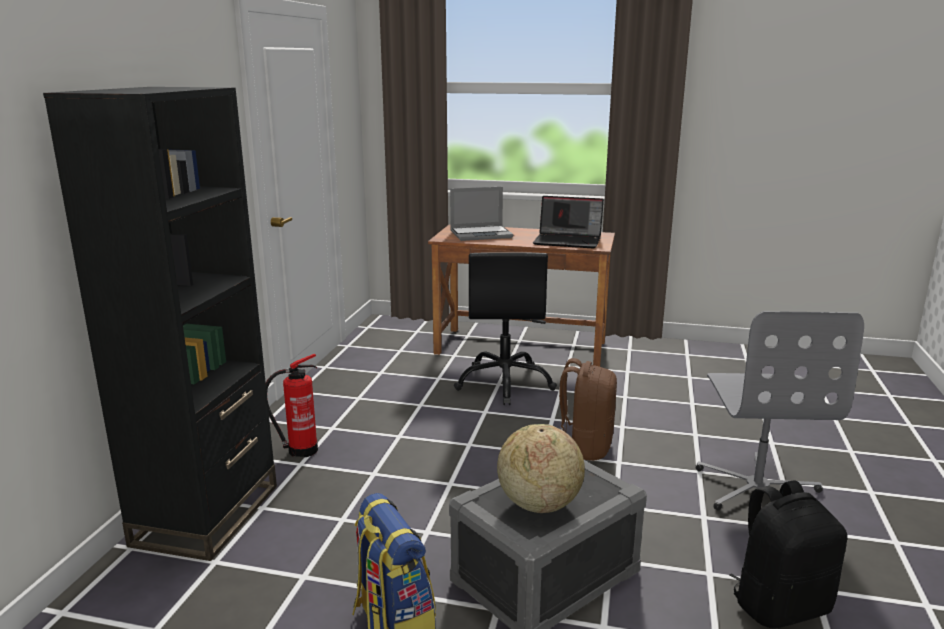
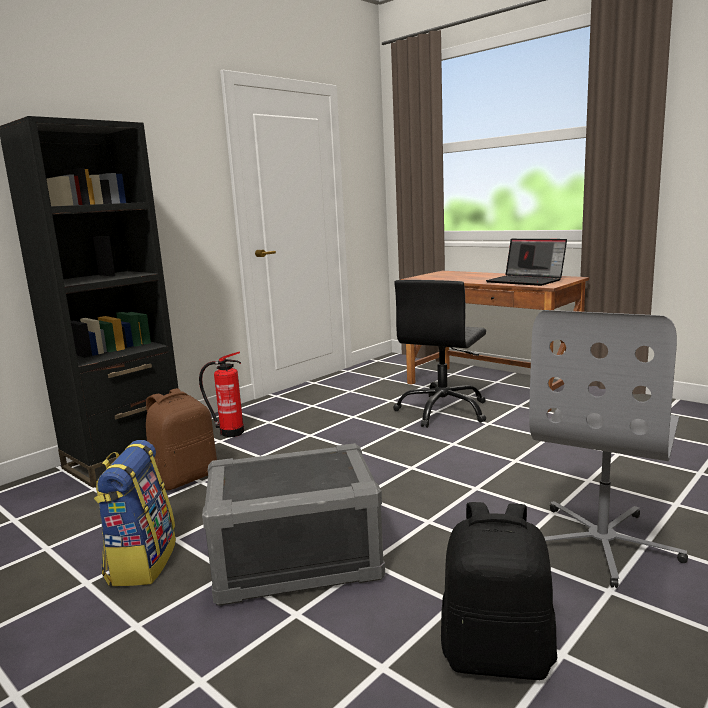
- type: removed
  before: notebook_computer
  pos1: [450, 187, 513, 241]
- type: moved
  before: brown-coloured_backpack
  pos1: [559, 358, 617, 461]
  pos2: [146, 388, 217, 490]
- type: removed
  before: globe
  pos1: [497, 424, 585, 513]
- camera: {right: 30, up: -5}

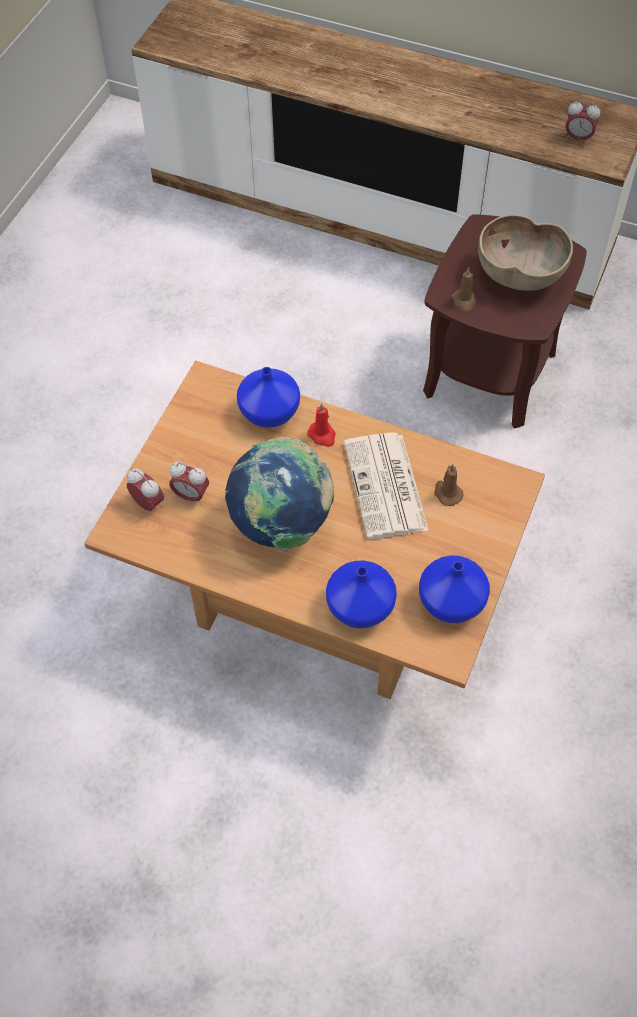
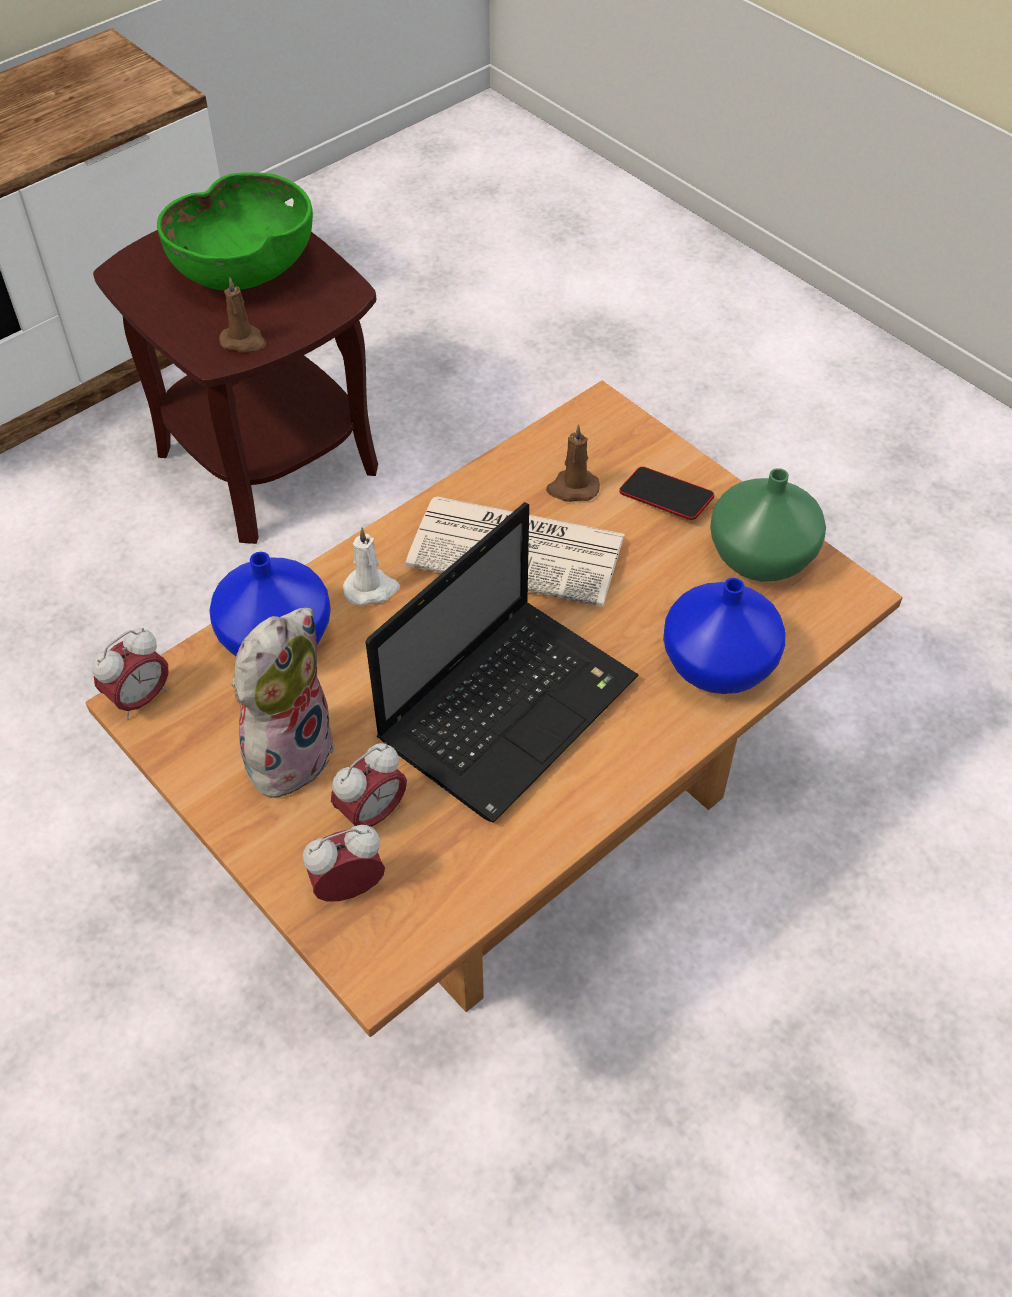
- type: moved
  before: alarm_clock
  pos1: [566, 100, 600, 144]
  pos2: [92, 628, 169, 720]
- type: recoloured
  before: brown-coloured_serving_bowl
  after: greenish_serving_bowl
  pos1: [478, 214, 573, 291]
  pos2: [157, 172, 313, 290]
- type: recoloured
  before: red-coloured_candle
  after: whitish_candle
  pos1: [307, 403, 336, 447]
  pos2: [343, 527, 400, 606]
- type: replaced
  before: globe
  after: notebook_computer
  pos1: [225, 437, 334, 552]
  pos2: [365, 502, 638, 823]
- type: recoloured
  before: blue_flower_vase
  after: greenish_flower_vase
  pos1: [419, 555, 490, 623]
  pos2: [710, 468, 826, 582]
- type: added
  after: handset
  pos2: [619, 467, 714, 520]
- type: added
  after: cuddly_toy
  pos2: [232, 608, 336, 807]
- camera: {right: -65, up: -5}

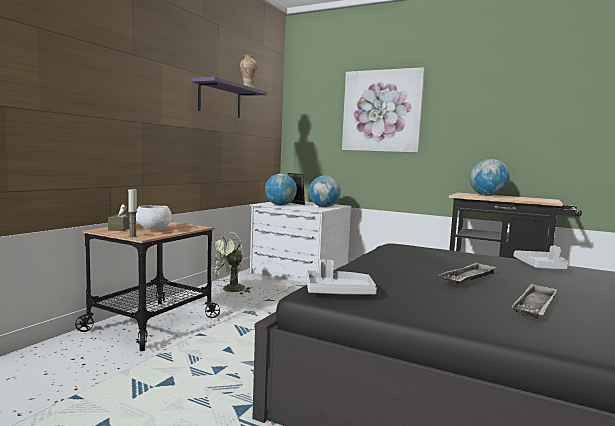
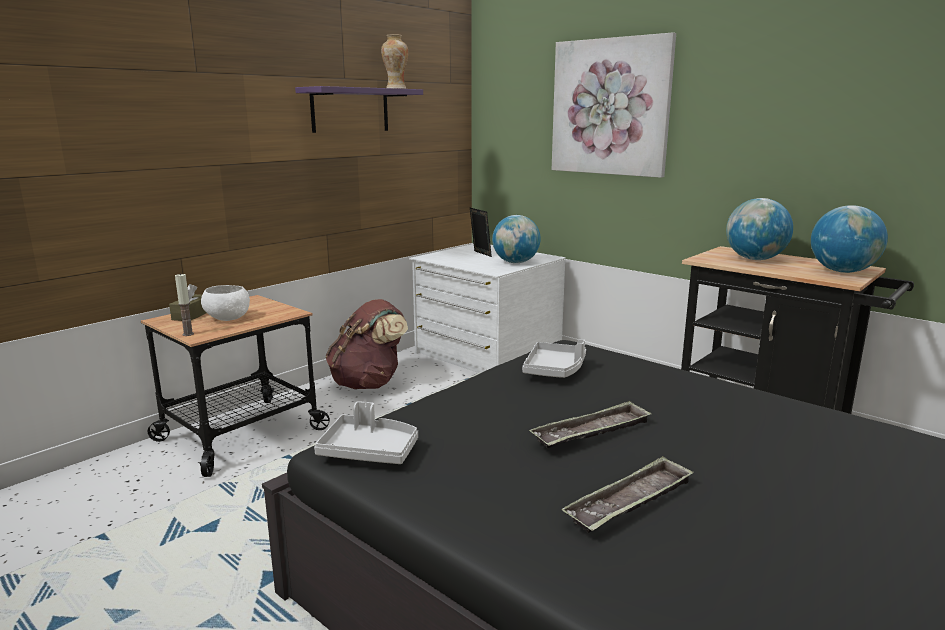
- type: moved
  before: globe
  pos1: [265, 174, 297, 205]
  pos2: [811, 205, 888, 273]
- type: replaced
  before: greenish_fan
  after: brown-coloured_backpack
  pos1: [211, 232, 252, 294]
  pos2: [326, 299, 408, 389]
- type: moved
  before: gray_tray
  pos1: [514, 246, 568, 270]
  pos2: [522, 339, 586, 378]
- camera: {right: 15, up: 10}

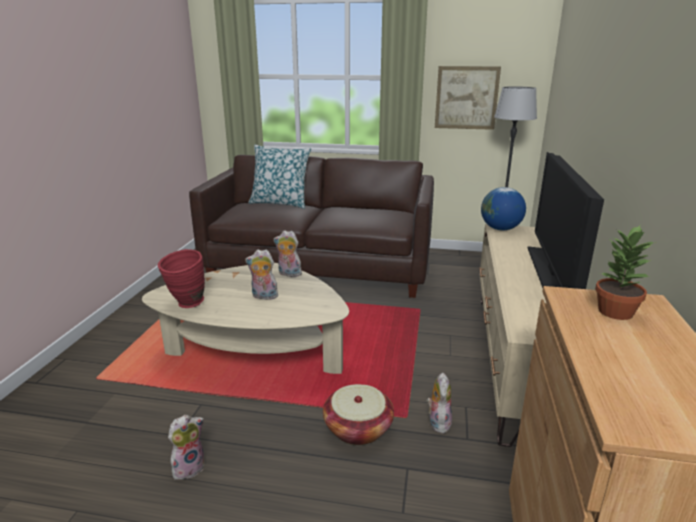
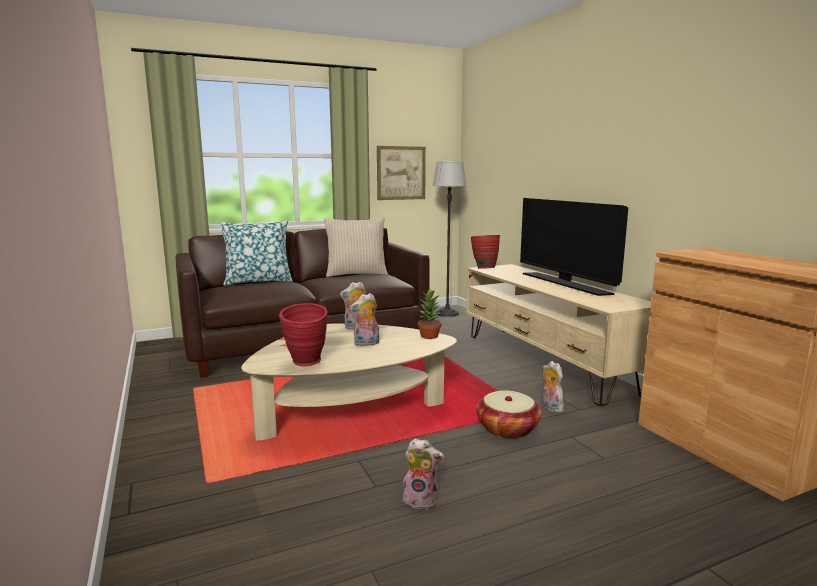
- type: replaced
  before: globe
  after: red-coloured_flower_vase
  pos1: [481, 187, 526, 231]
  pos2: [471, 235, 500, 269]
- type: moved
  before: potted_plant
  pos1: [595, 225, 656, 320]
  pos2: [418, 289, 441, 339]
- type: turned
  before: cuddly_toy
  pos1: [168, 415, 205, 480]
  pos2: [403, 438, 444, 510]
  turn: 90
- type: added
  after: sand-coloured_pillow
  pos2: [324, 217, 388, 277]
- camera: {right: -35, up: -10}

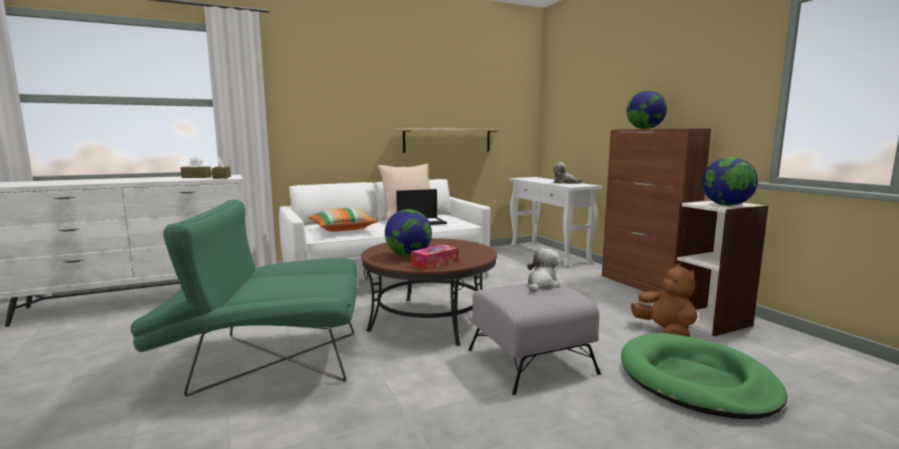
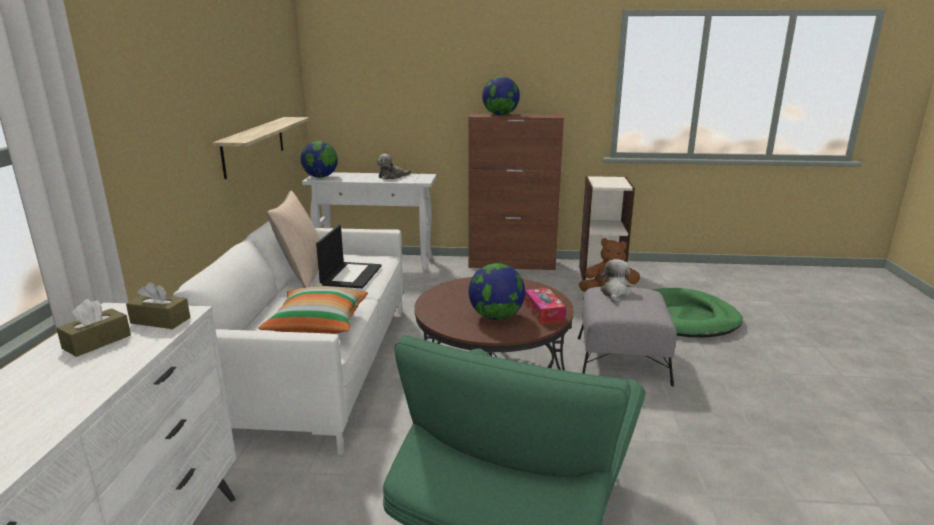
- type: moved
  before: globe
  pos1: [702, 157, 758, 206]
  pos2: [301, 141, 338, 178]
- type: turned
  before: cuddly_toy
  pos1: [527, 248, 560, 292]
  pos2: [599, 259, 631, 303]
  turn: 45
- camera: {right: -60, up: 10}

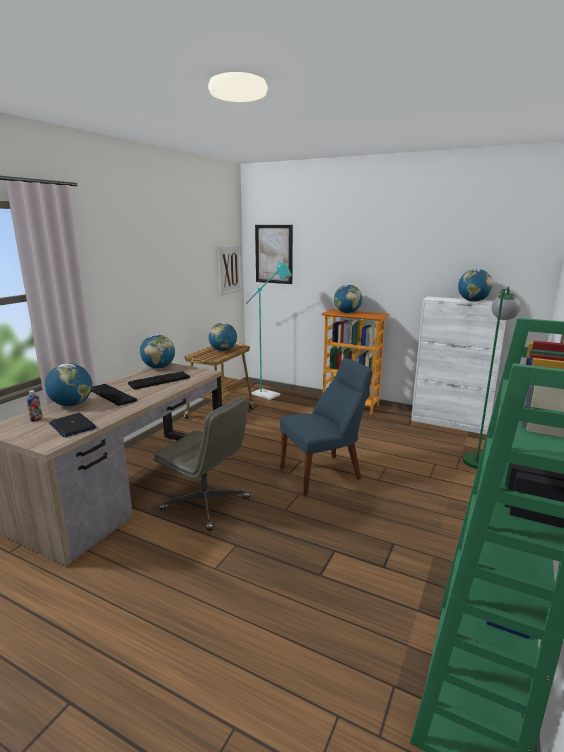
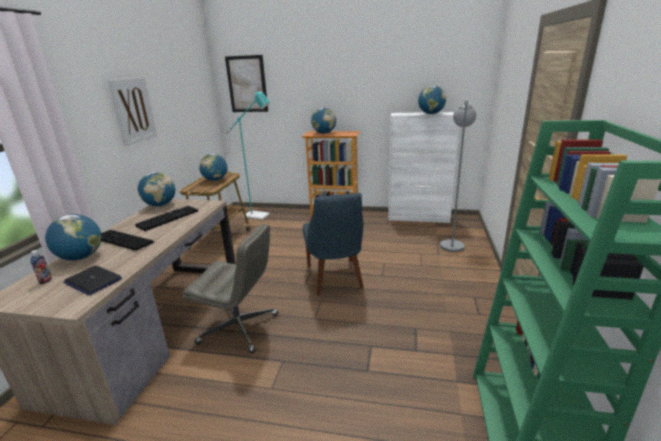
- type: moved
  before: picture
  pos1: [218, 245, 242, 296]
  pos2: [107, 77, 157, 146]
- type: recoloured
  before: greenish_standard_lamp
  after: gray_standard_lamp
  pos1: [463, 287, 521, 469]
  pos2: [440, 98, 476, 252]
- type: turned
  before: blue_upright_chair
  pos1: [280, 358, 373, 495]
  pos2: [303, 193, 364, 295]
  turn: 120
- camera: {right: -15, up: 5}

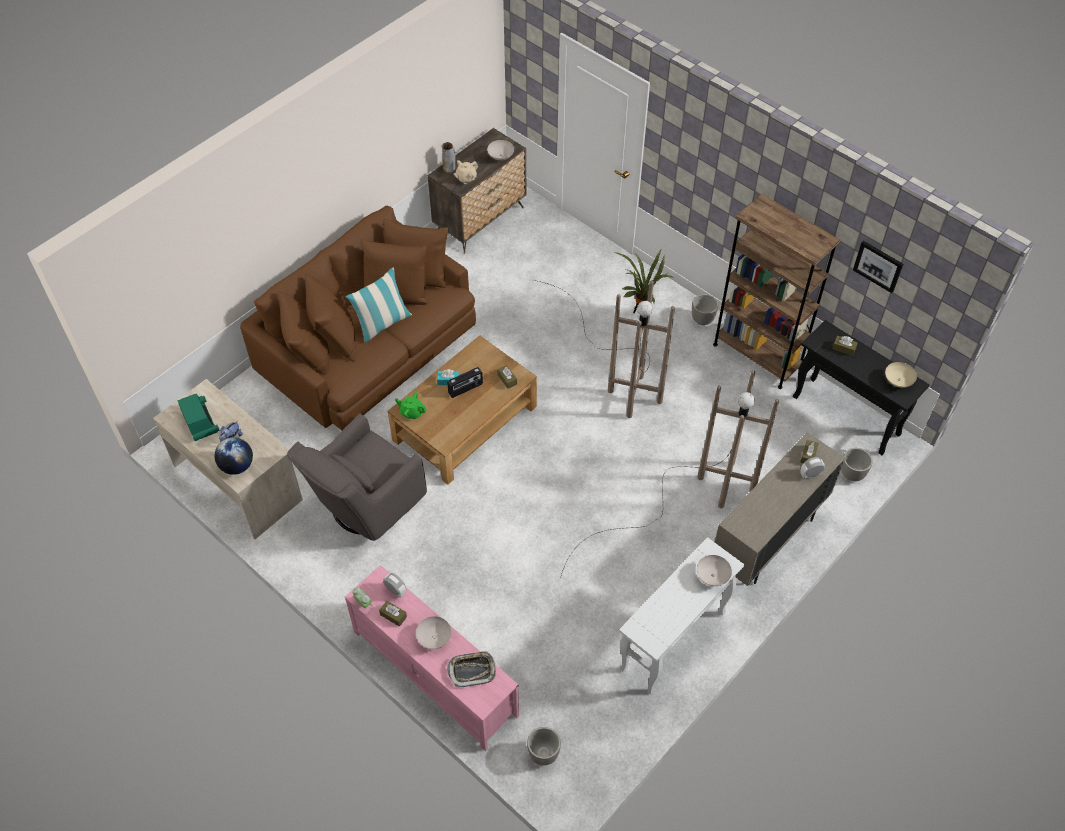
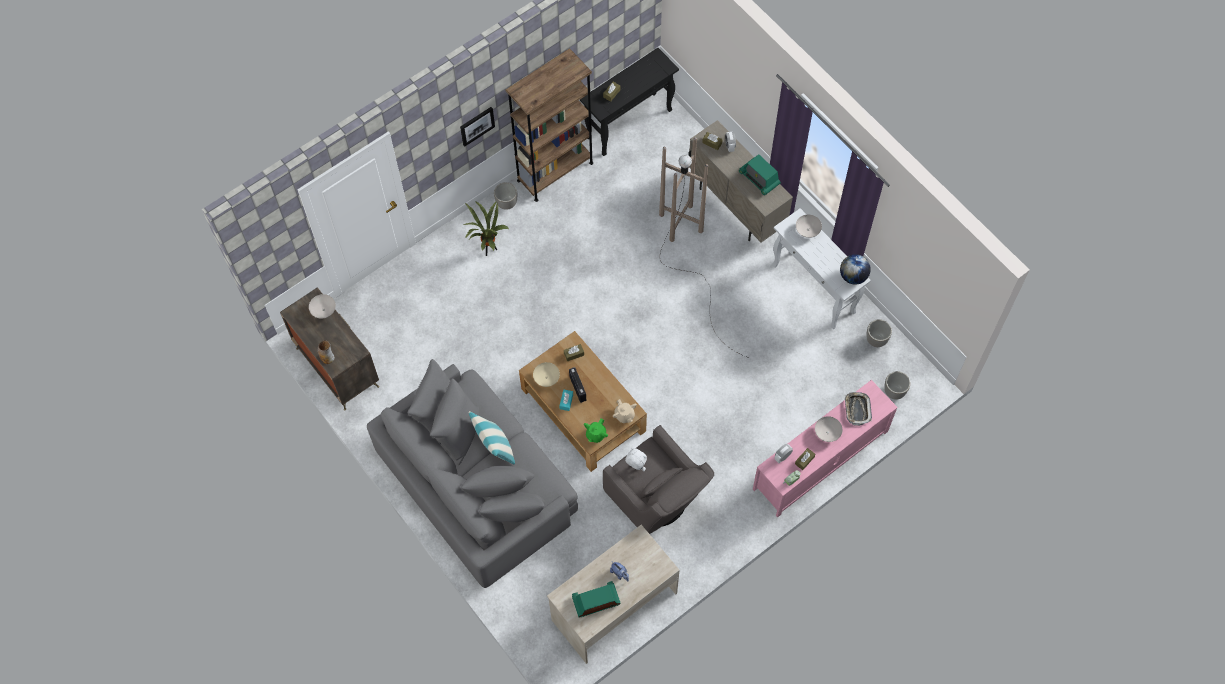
- type: moved
  before: sand-coloured_teapot
  pos1: [454, 160, 478, 184]
  pos2: [613, 399, 637, 423]
- type: recoloured
  before: brown-coloured_sofa
  after: gray_sofa
  pos1: [240, 206, 476, 430]
  pos2: [367, 359, 578, 588]
- type: moved
  before: picture
  pos1: [853, 241, 903, 293]
  pos2: [460, 107, 495, 146]
- type: removed
  before: brown-coloured_standard_lamp
  pos1: [533, 280, 675, 418]
- type: moved
  before: sand-coloured_serving_bowl
  pos1: [885, 362, 917, 388]
  pos2: [533, 362, 560, 387]
- type: moved
  before: globe
  pos1: [214, 437, 253, 475]
  pos2: [840, 254, 871, 285]
- type: moved
  before: plant_pot
  pos1: [841, 448, 873, 481]
  pos2: [866, 319, 892, 347]
- type: added
  after: radio
  pos2: [739, 154, 781, 195]
- type: added
  after: whitish_cuddly_toy
  pos2: [625, 448, 647, 471]
- camera: {right: -80, up: 10}

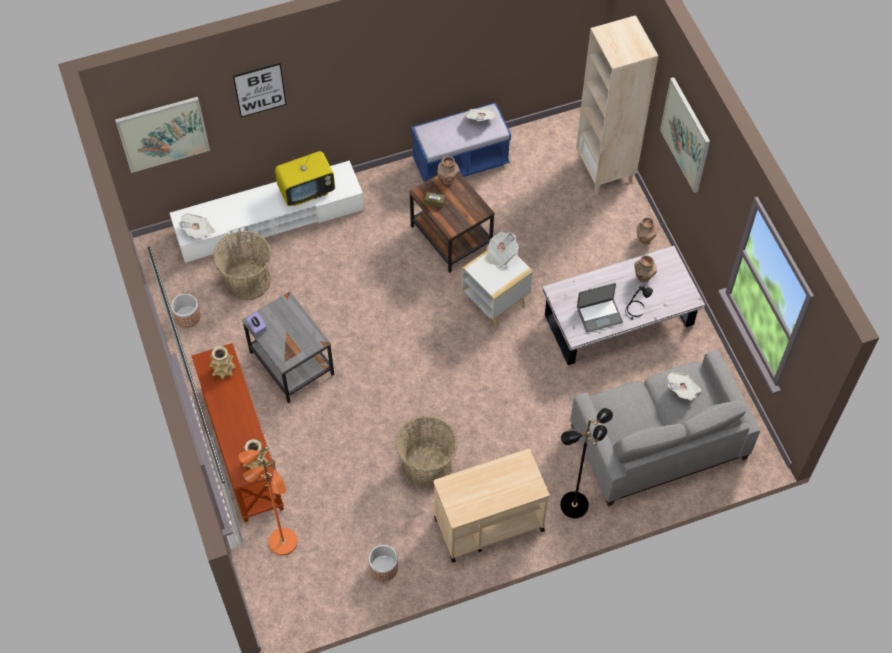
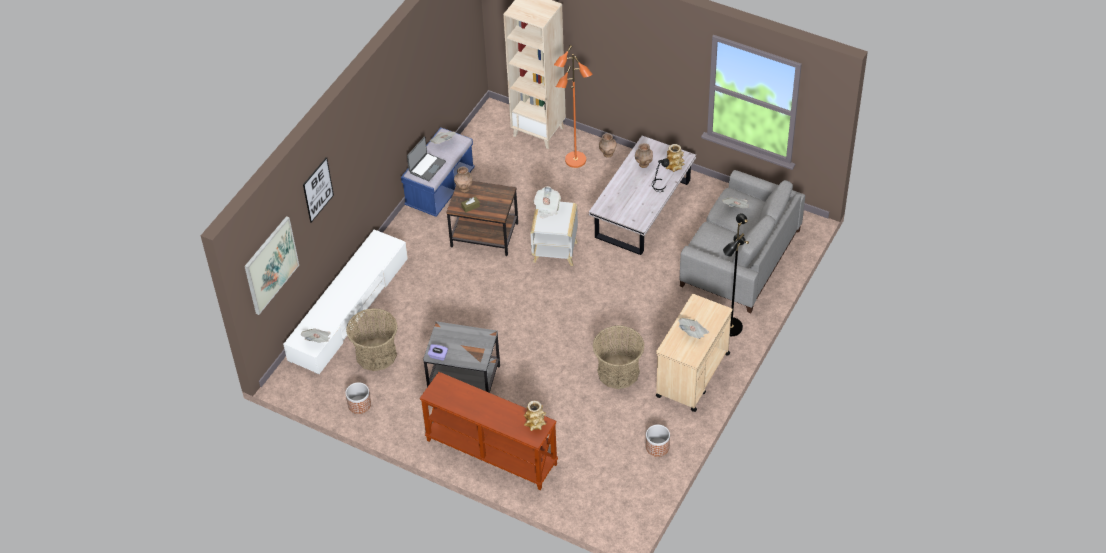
- type: removed
  before: picture
  pos1: [660, 77, 710, 193]
- type: removed
  before: TV_set
  pos1: [275, 151, 335, 206]
- type: moved
  before: notebook_computer
  pos1: [577, 283, 623, 332]
  pos2: [407, 136, 446, 181]
- type: moved
  before: flower_vase
  pos1: [209, 346, 236, 379]
  pos2: [666, 144, 685, 172]
- type: moved
  before: orange_standard_lamp
  pos1: [239, 447, 297, 555]
  pos2: [554, 45, 592, 168]
- type: added
  after: newspaper
  pos2: [678, 318, 709, 339]
- camera: {right: -40, up: -10}

